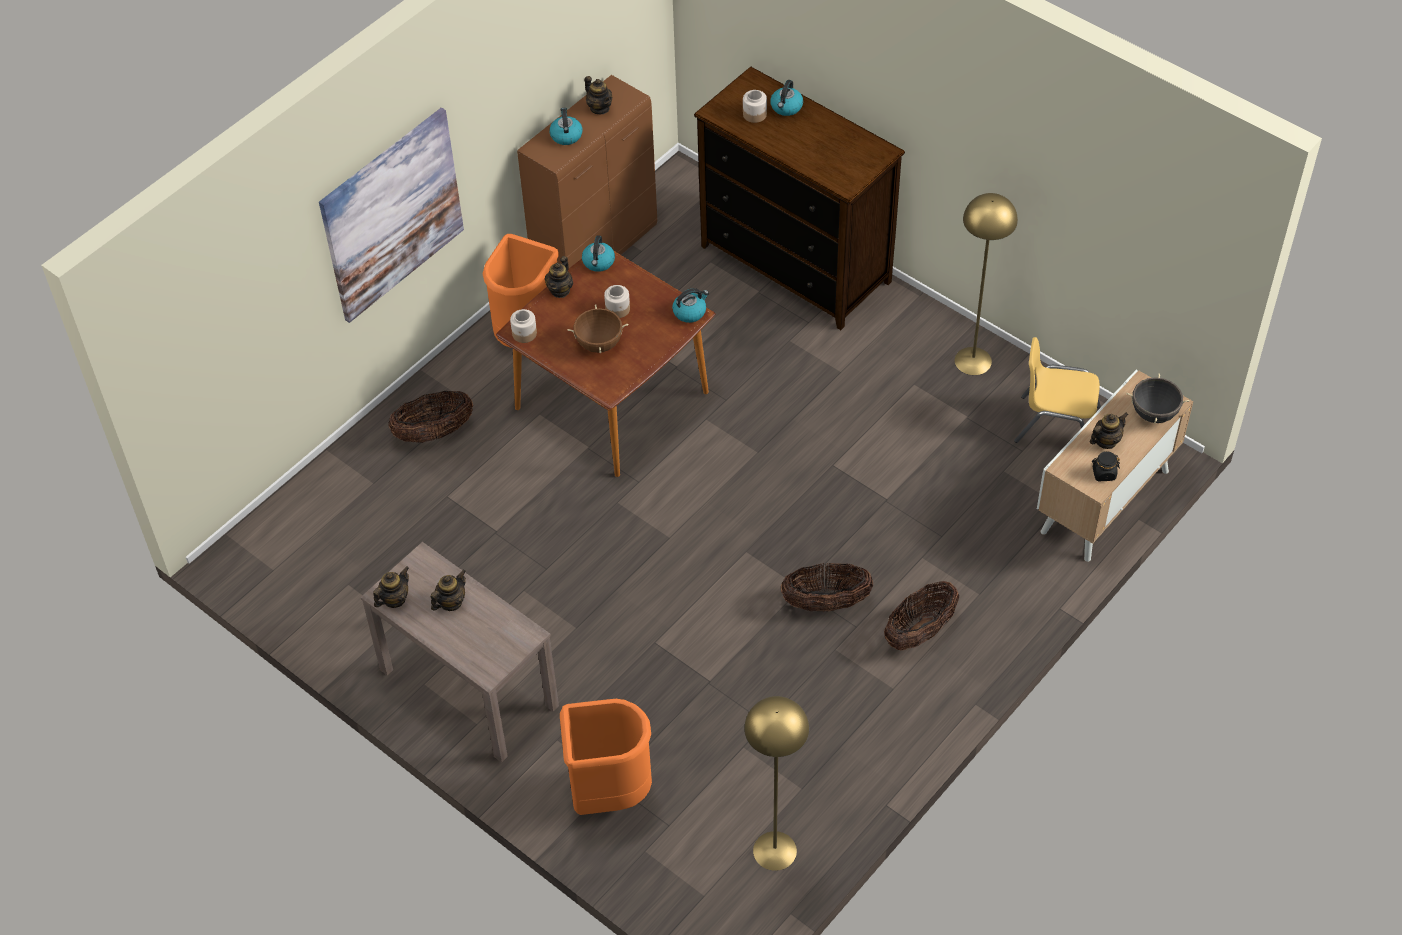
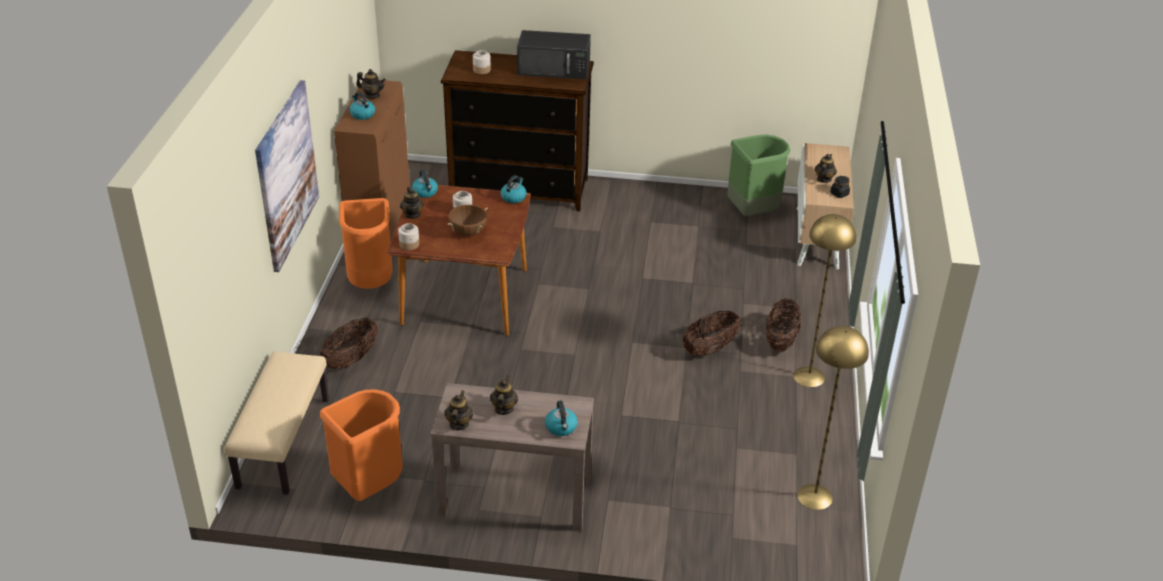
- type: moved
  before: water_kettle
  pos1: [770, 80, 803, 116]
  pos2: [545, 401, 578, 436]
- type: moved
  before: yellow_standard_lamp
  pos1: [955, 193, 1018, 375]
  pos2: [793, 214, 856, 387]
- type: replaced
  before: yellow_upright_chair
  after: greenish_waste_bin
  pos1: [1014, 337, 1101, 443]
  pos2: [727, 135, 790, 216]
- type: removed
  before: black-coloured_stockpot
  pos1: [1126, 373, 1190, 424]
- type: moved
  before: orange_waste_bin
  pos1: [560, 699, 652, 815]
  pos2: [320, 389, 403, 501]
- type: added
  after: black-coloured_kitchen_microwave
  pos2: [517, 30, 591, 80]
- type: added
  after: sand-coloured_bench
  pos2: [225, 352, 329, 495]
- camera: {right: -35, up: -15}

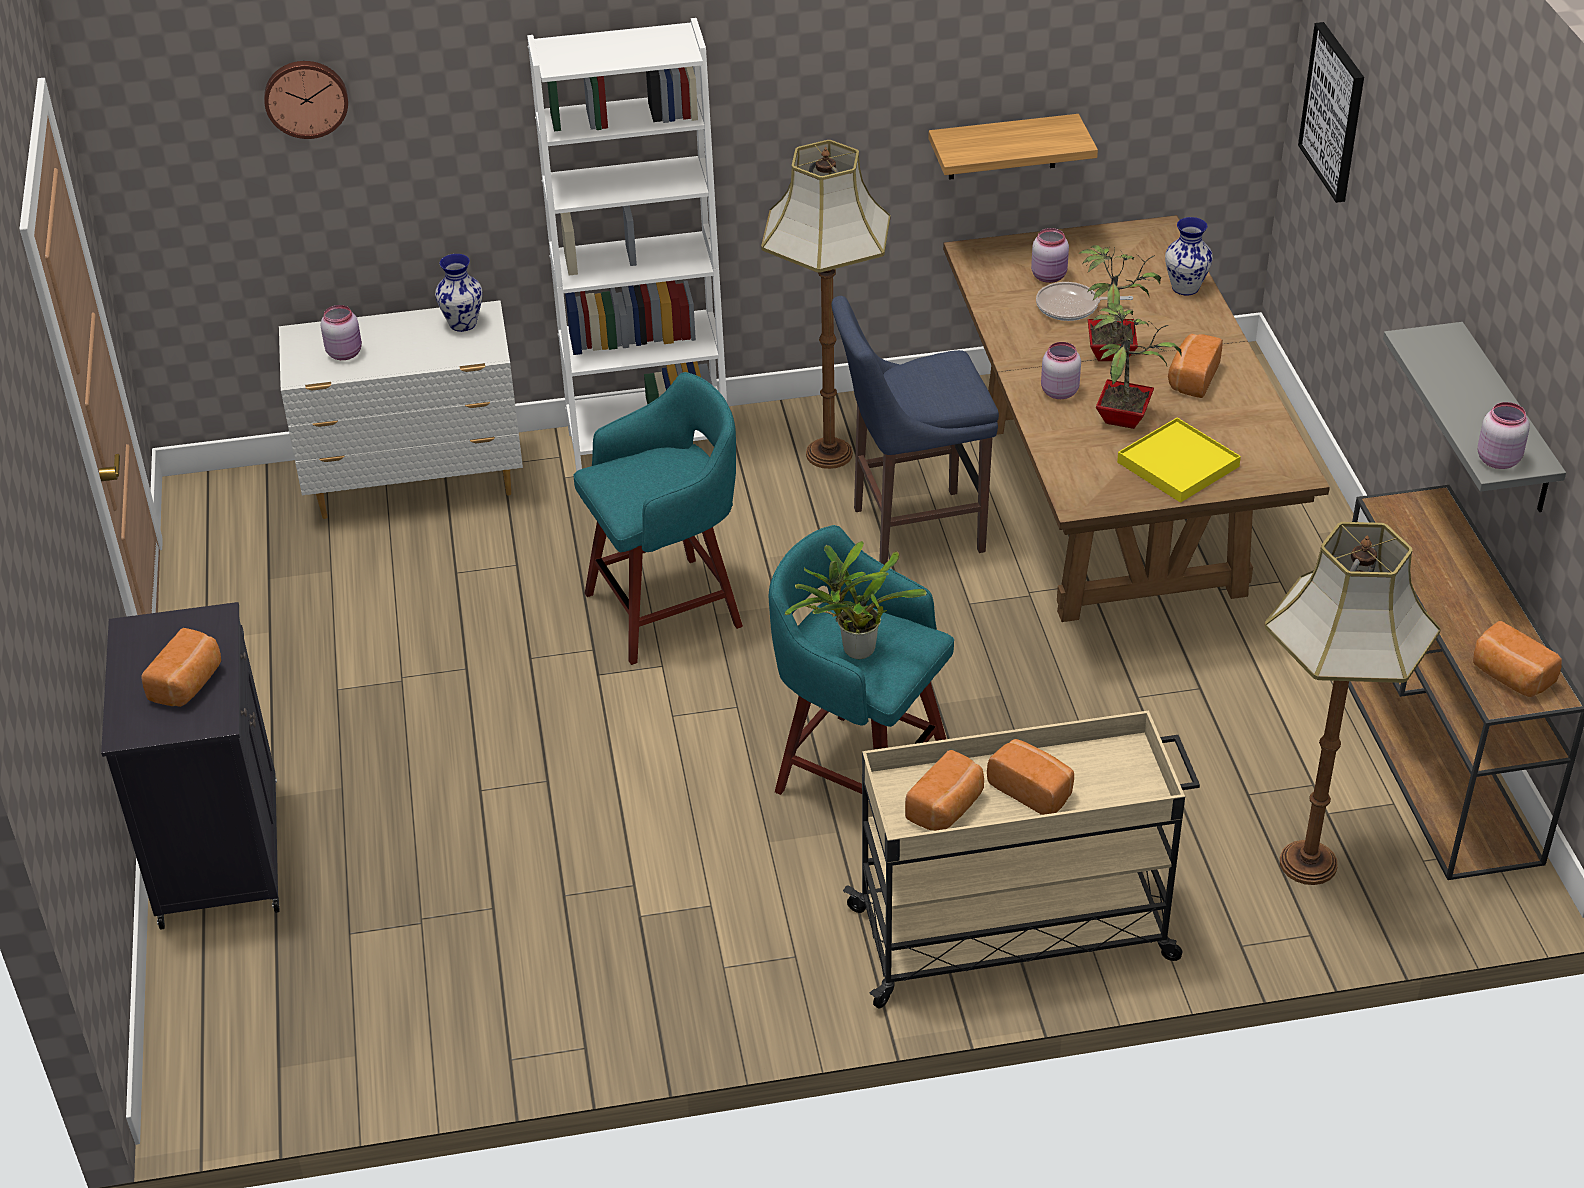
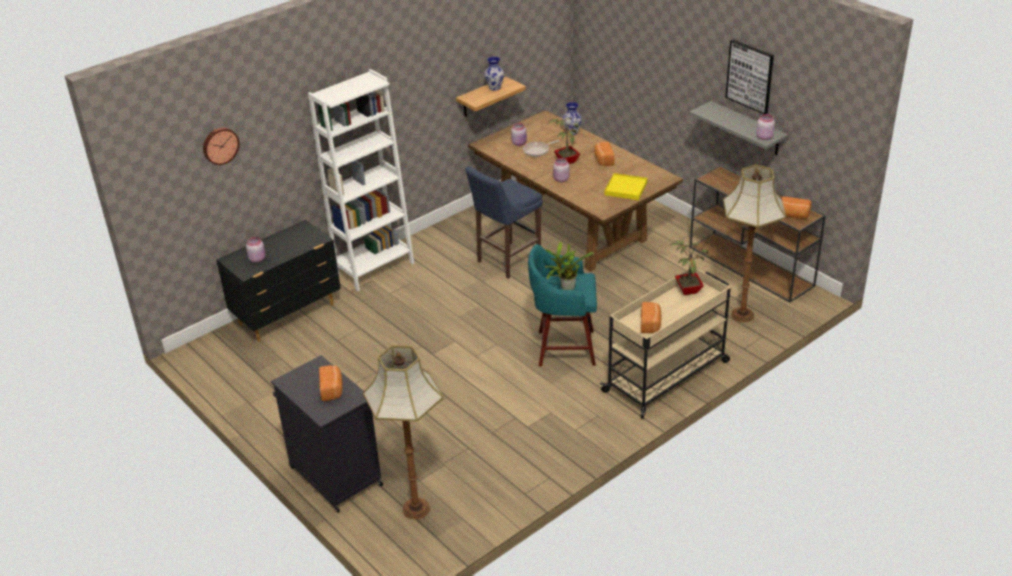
- type: moved
  before: picture
  pos1: [1298, 22, 1364, 203]
  pos2: [725, 40, 774, 114]
- type: moved
  before: standard_lamp
  pos1: [761, 140, 890, 469]
  pos2: [363, 345, 444, 519]
- type: moved
  before: flower_vase
  pos1: [435, 254, 483, 332]
  pos2: [484, 57, 504, 91]
- type: recoloured
  before: whitish_chest_of_drawers
  after: black-coloured_chest_of_drawers
  pos1: [279, 300, 523, 519]
  pos2: [216, 220, 341, 342]
- type: moved
  before: potted_plant
  pos1: [1093, 305, 1182, 429]
  pos2: [670, 240, 709, 295]
- type: removed
  before: turquoise_sitting_stool
  pos1: [573, 372, 743, 665]
- type: removed
  before: bread
  pos1: [987, 739, 1074, 815]
- camera: {right: -30, up: -5}

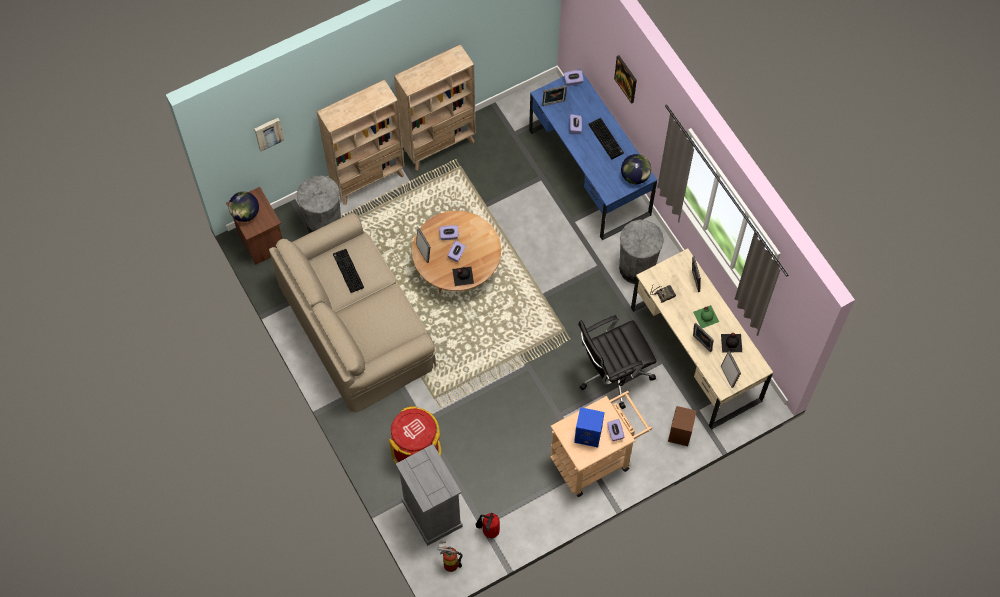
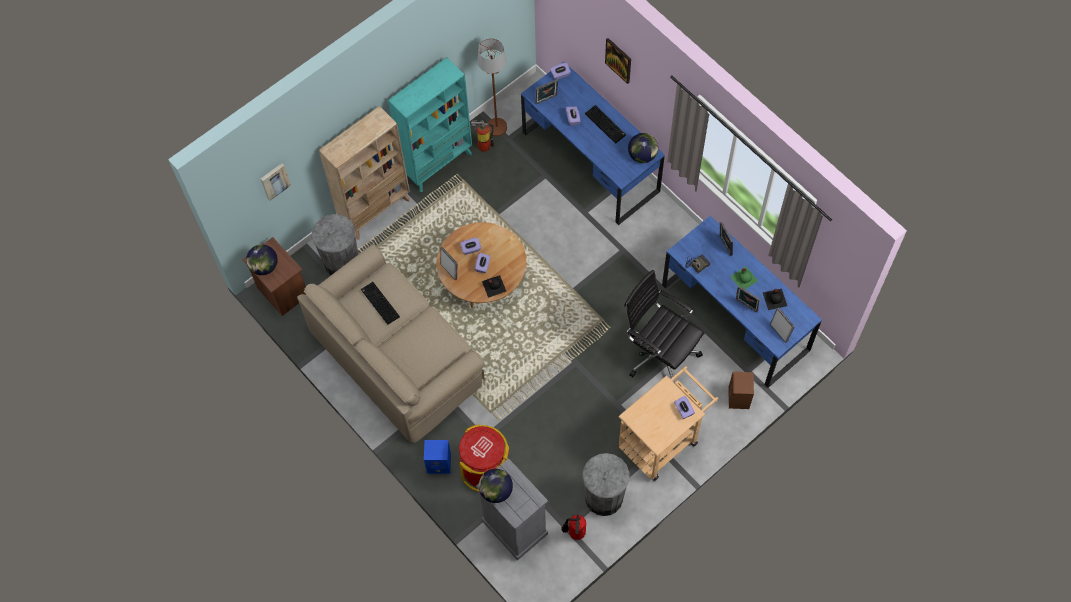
- type: recoloured
  before: sand-coloured_shelving_unit
  after: turquoise_shelving_unit
  pos1: [394, 44, 476, 171]
  pos2: [388, 57, 472, 192]
- type: moved
  before: gray_waste_bin
  pos1: [619, 220, 664, 284]
  pos2: [582, 453, 630, 516]
- type: recoloured
  before: sand-coloured_desk
  after: blue_desk
  pos1: [631, 248, 773, 430]
  pos2: [662, 216, 822, 388]
- type: turned
  before: black-coloured_office_chair
  pos1: [578, 315, 657, 409]
  pos2: [624, 270, 704, 383]
  turn: 75
- type: moved
  before: blue_speaker
  pos1: [574, 407, 604, 448]
  pos2: [424, 440, 451, 474]
- type: moved
  before: fire-fighting_cylinder
  pos1: [437, 542, 462, 572]
  pos2: [471, 120, 494, 152]
- type: added
  after: brown-coloured_standard_lamp
  pos2: [478, 38, 507, 136]
- type: added
  after: globe
  pos2: [479, 469, 513, 503]
- camera: {right: -10, up: 0}

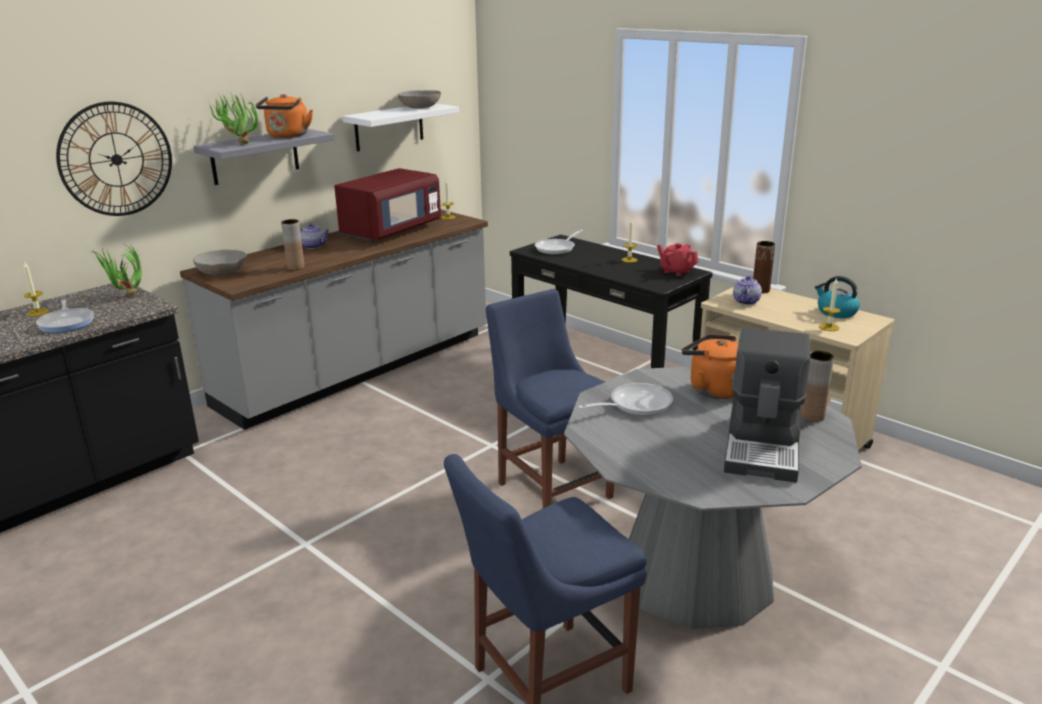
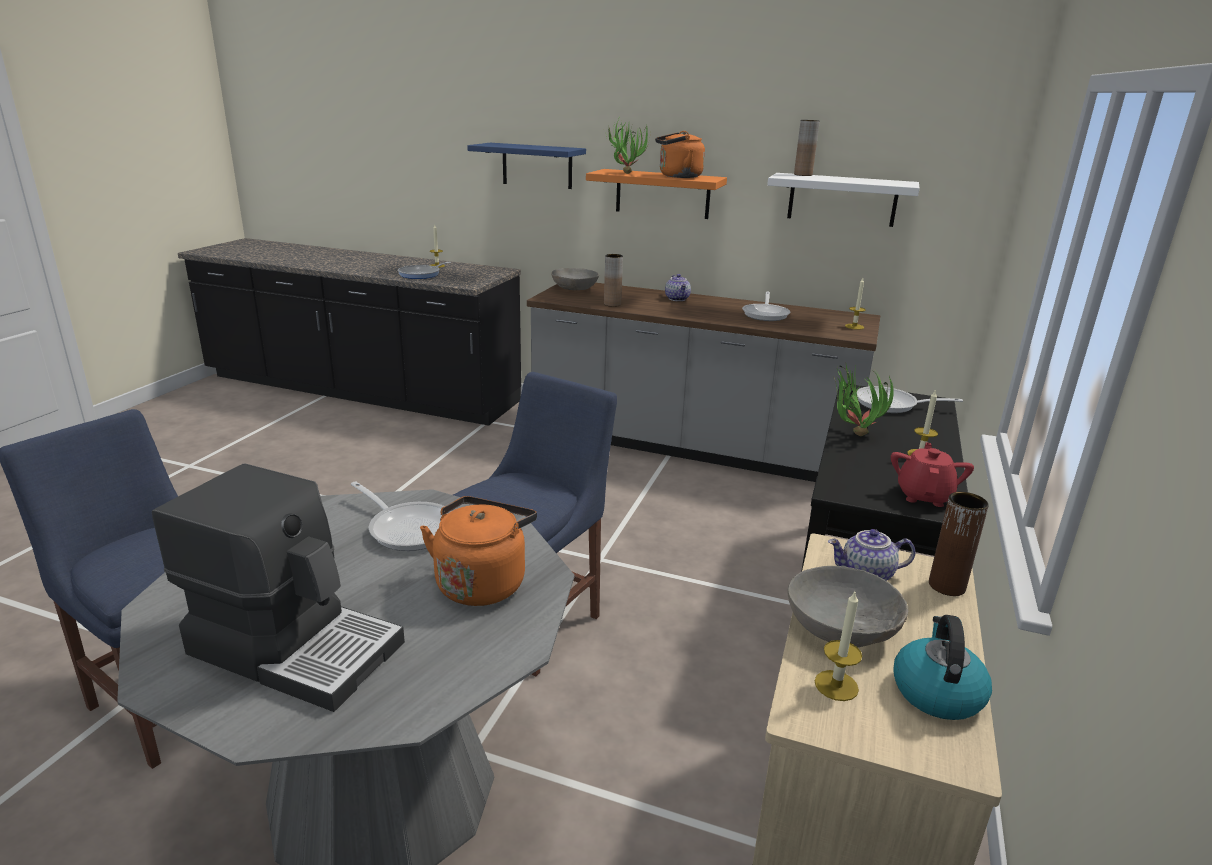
- type: moved
  before: gray_serving_bowl
  pos1: [397, 90, 441, 109]
  pos2: [787, 566, 908, 647]
- type: replaced
  before: wall_clock
  after: blue_shelf
  pos1: [56, 101, 172, 216]
  pos2: [467, 143, 586, 189]
- type: recoloured
  before: gray_shelf
  after: orange_shelf
  pos1: [193, 129, 335, 185]
  pos2: [586, 169, 727, 219]
- type: replaced
  before: red-coloured_kitchen_microwave
  after: frying_pan
  pos1: [334, 168, 441, 242]
  pos2: [742, 292, 790, 321]
- type: moved
  before: potted_plant
  pos1: [93, 245, 142, 295]
  pos2: [832, 365, 894, 436]
- type: turned
  before: coffee_machine
  pos1: [724, 328, 810, 483]
  pos2: [152, 464, 405, 712]
  turn: -150
- type: moved
  before: brown-coloured_flower_vase
  pos1: [800, 351, 834, 422]
  pos2: [794, 120, 820, 176]
- camera: {right: 65, up: 0}

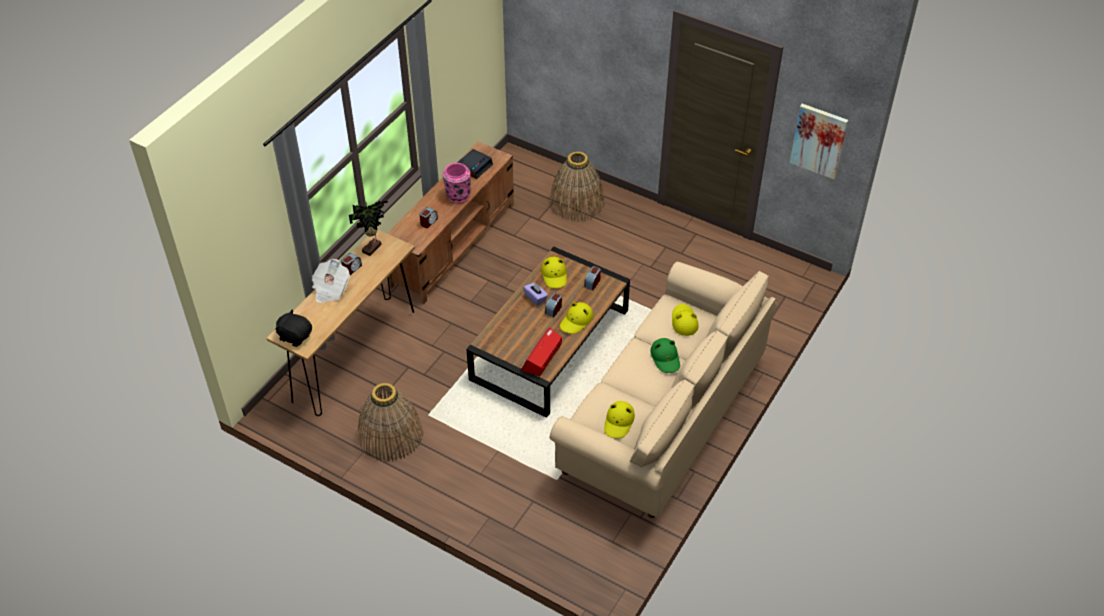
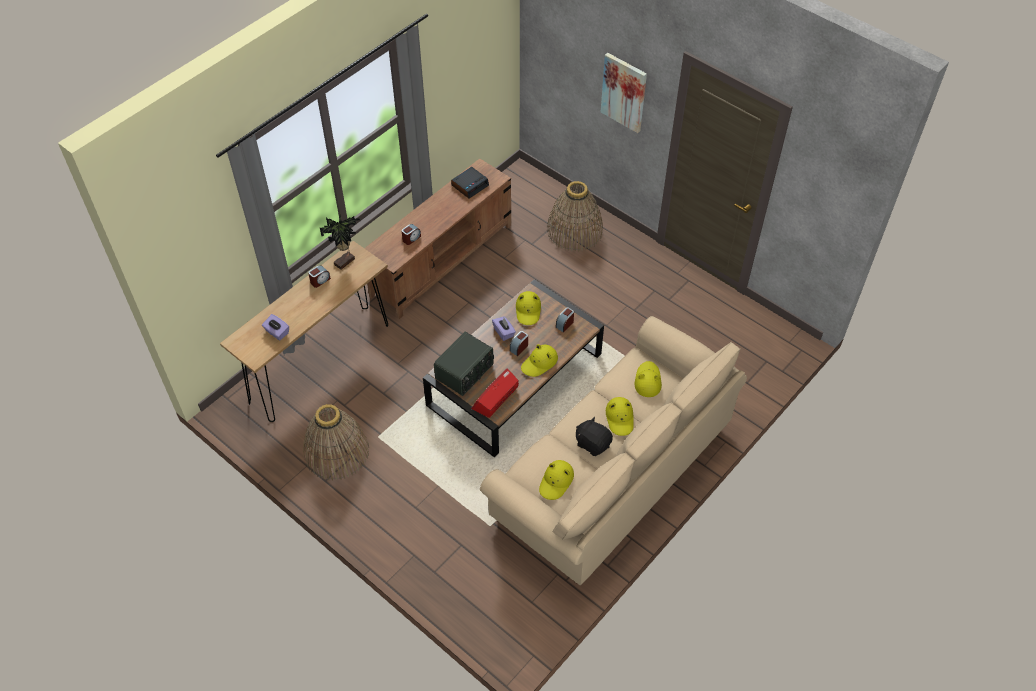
- type: moved
  before: picture
  pos1: [790, 104, 848, 179]
  pos2: [601, 53, 647, 133]
- type: removed
  before: pinkish_flower_vase
  pos1: [443, 163, 471, 203]
- type: removed
  before: newspaper
  pos1: [312, 259, 350, 303]
- type: moved
  before: black-coloured_cuddly_toy
  pos1: [275, 309, 312, 347]
  pos2: [576, 417, 613, 456]
- type: recoloured
  before: greenish_clothing_hat
  after: yellow_clothing_hat
  pos1: [651, 338, 680, 373]
  pos2: [606, 397, 634, 436]
- type: added
  after: purplish_tissue_box
  pos2: [262, 314, 289, 340]
- type: added
  after: radio
  pos2: [434, 331, 494, 396]
- camera: {right: 10, up: 5}

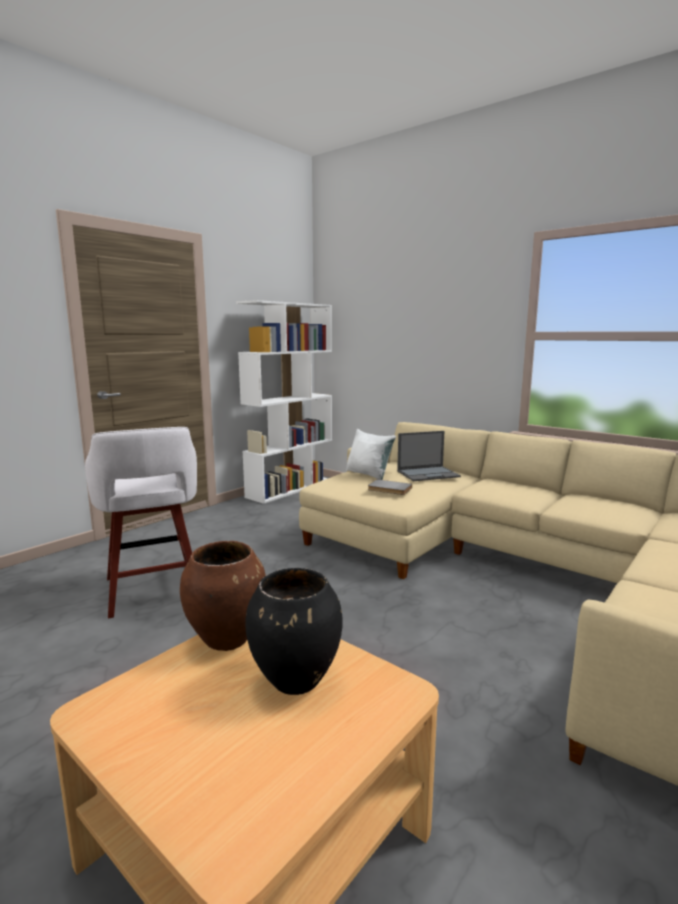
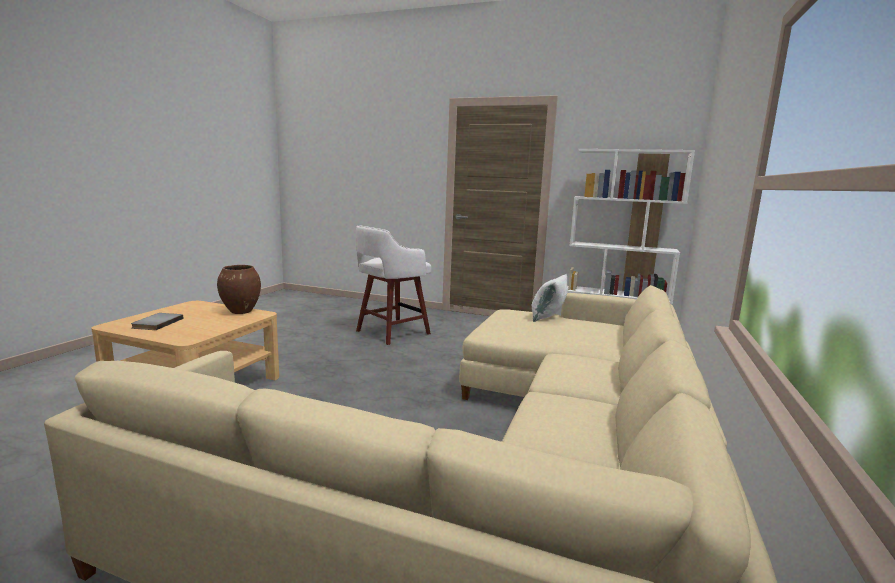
- type: removed
  before: notebook_computer
  pos1: [397, 431, 461, 481]
- type: moved
  before: gray_book
  pos1: [368, 479, 412, 495]
  pos2: [131, 313, 183, 330]
- type: removed
  before: black-coloured_flower_vase
  pos1: [245, 568, 343, 695]
- camera: {right: 70, up: 0}

